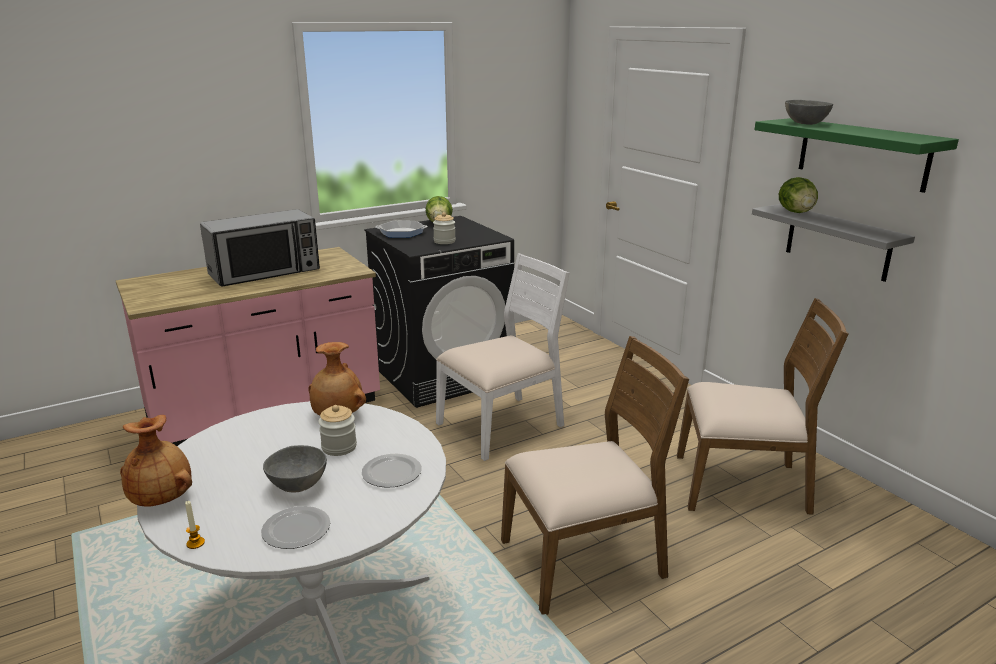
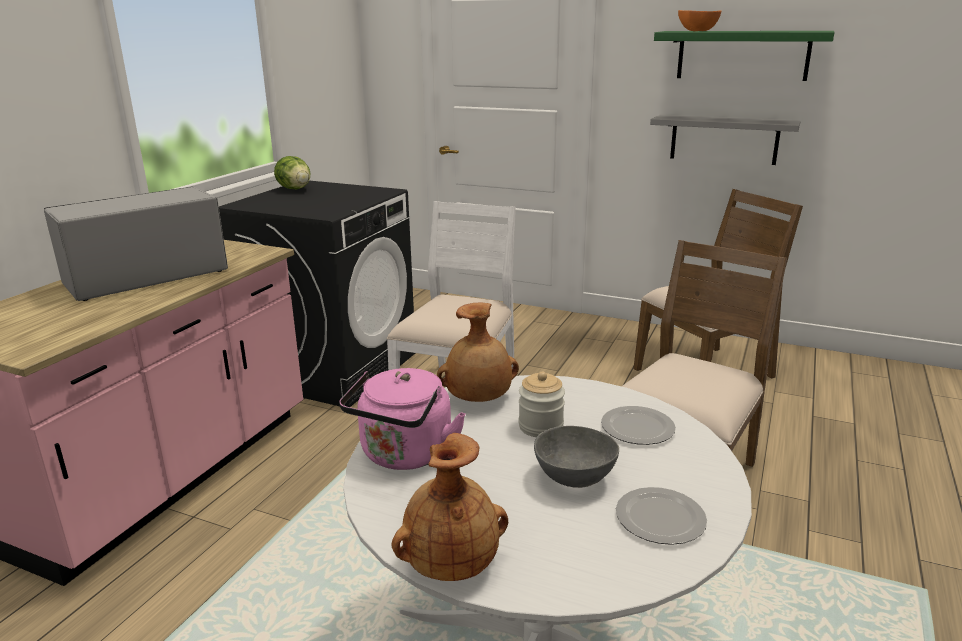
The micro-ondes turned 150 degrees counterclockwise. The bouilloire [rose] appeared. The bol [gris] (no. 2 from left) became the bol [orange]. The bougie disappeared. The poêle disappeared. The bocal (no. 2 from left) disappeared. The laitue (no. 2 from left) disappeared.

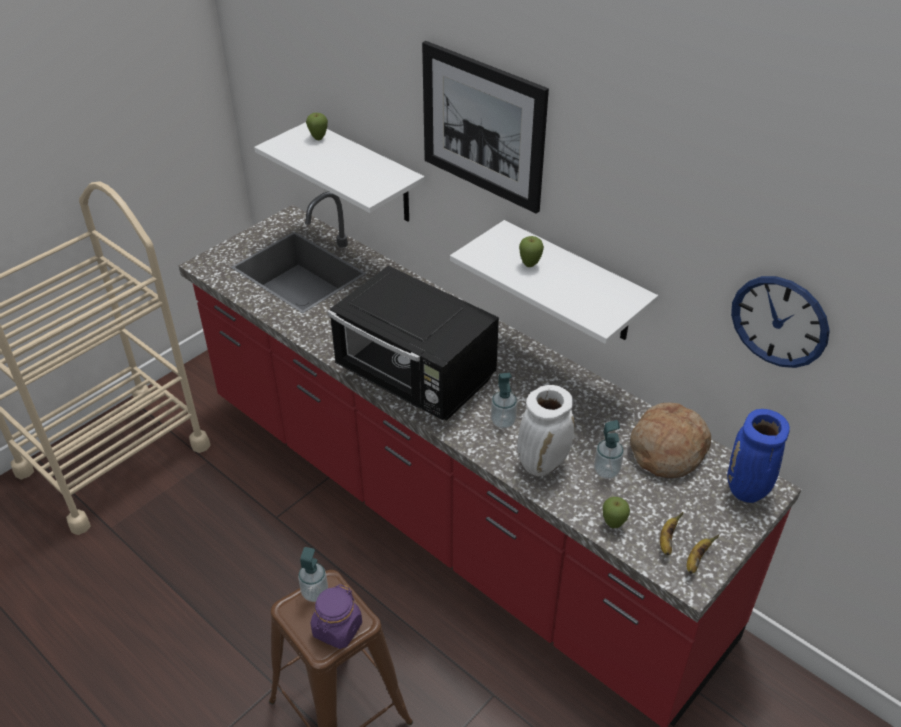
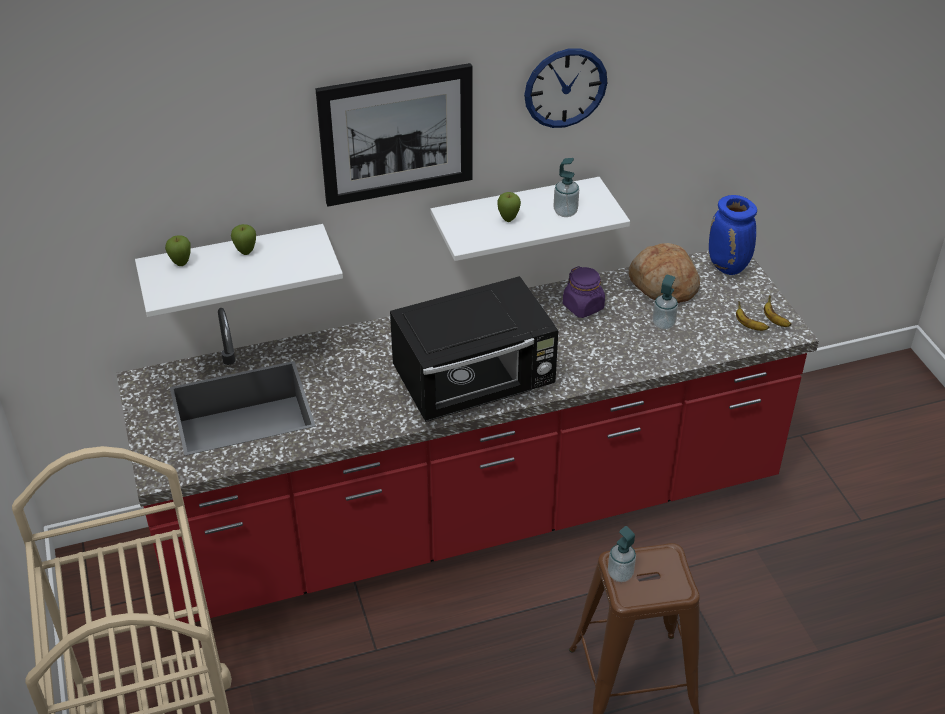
The pomme (no. 3 from left in the first image) moved. The horloge murale moved. The distributeur de savon (no. 2 from left in the first image) moved. The bocal [violet] moved. The vase [blanc] disappeared.

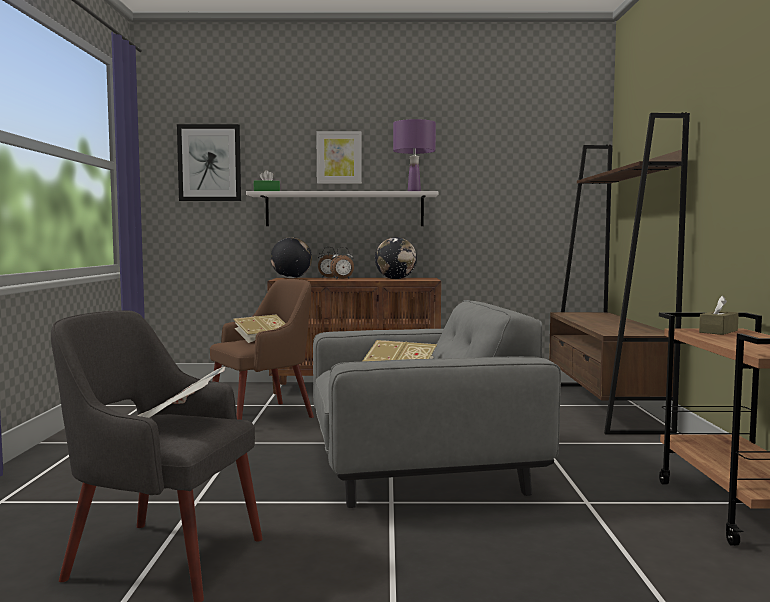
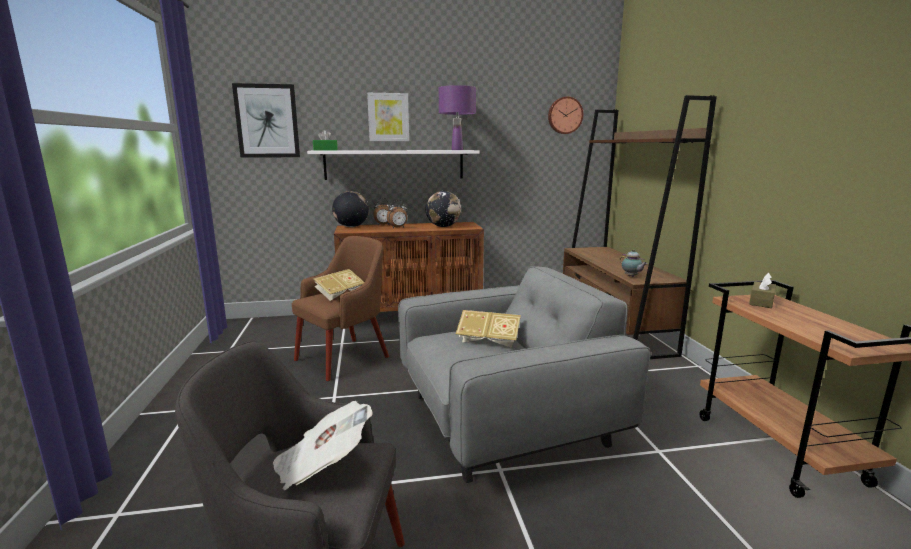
The horloge murale appeared. The théière appeared.

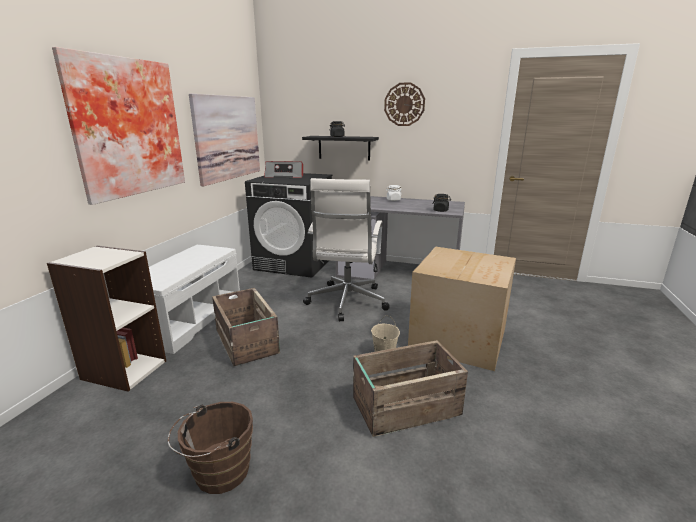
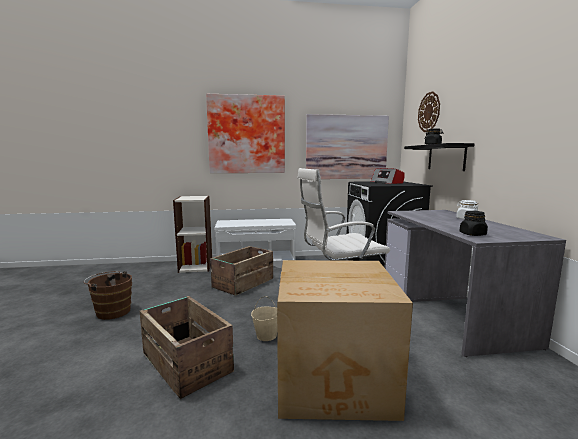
The horloge murale moved.

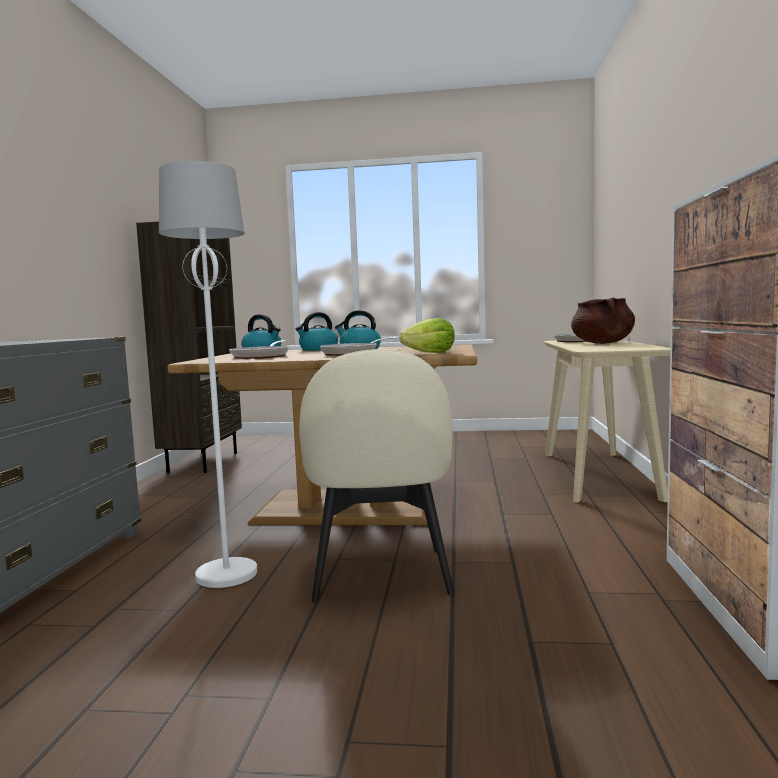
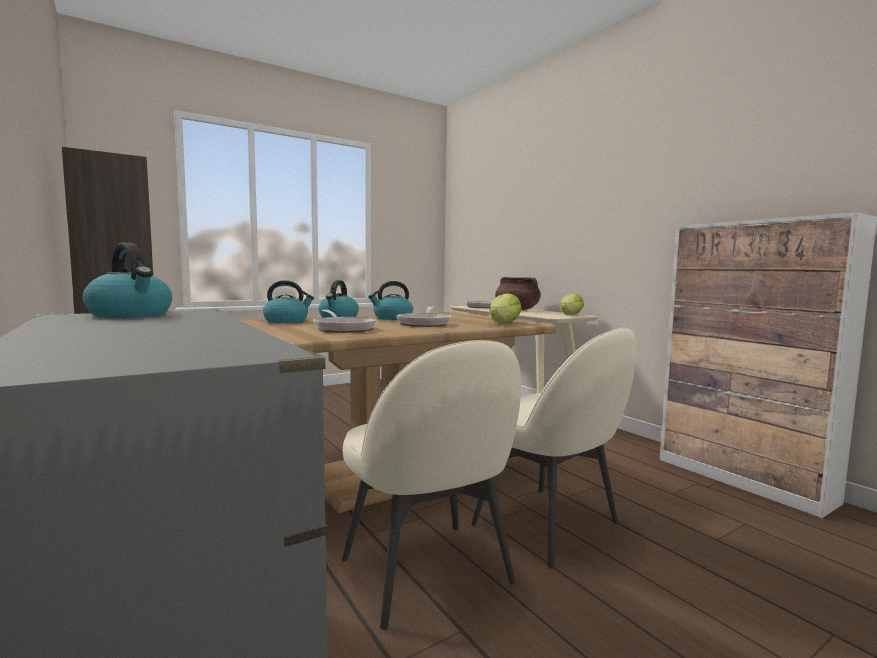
The bouilloire (no. 1 from left) appeared. The lampadaire [blanc] was replaced by the chaise [beige] (no. 1 from left). The laitue (no. 2 from left) appeared.

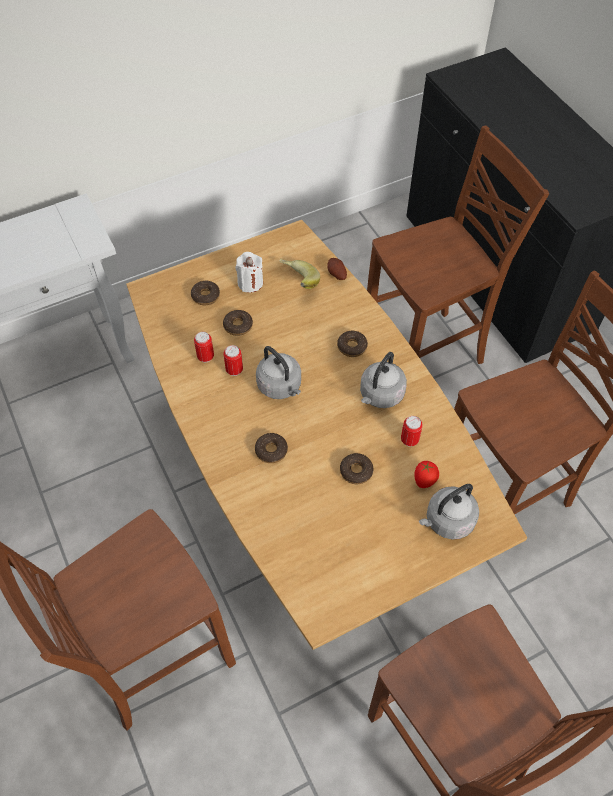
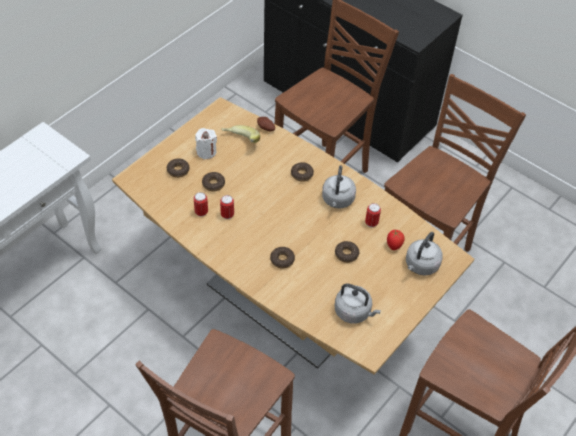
The bouilloire [gris] (no. 1 from left in the first image) moved.

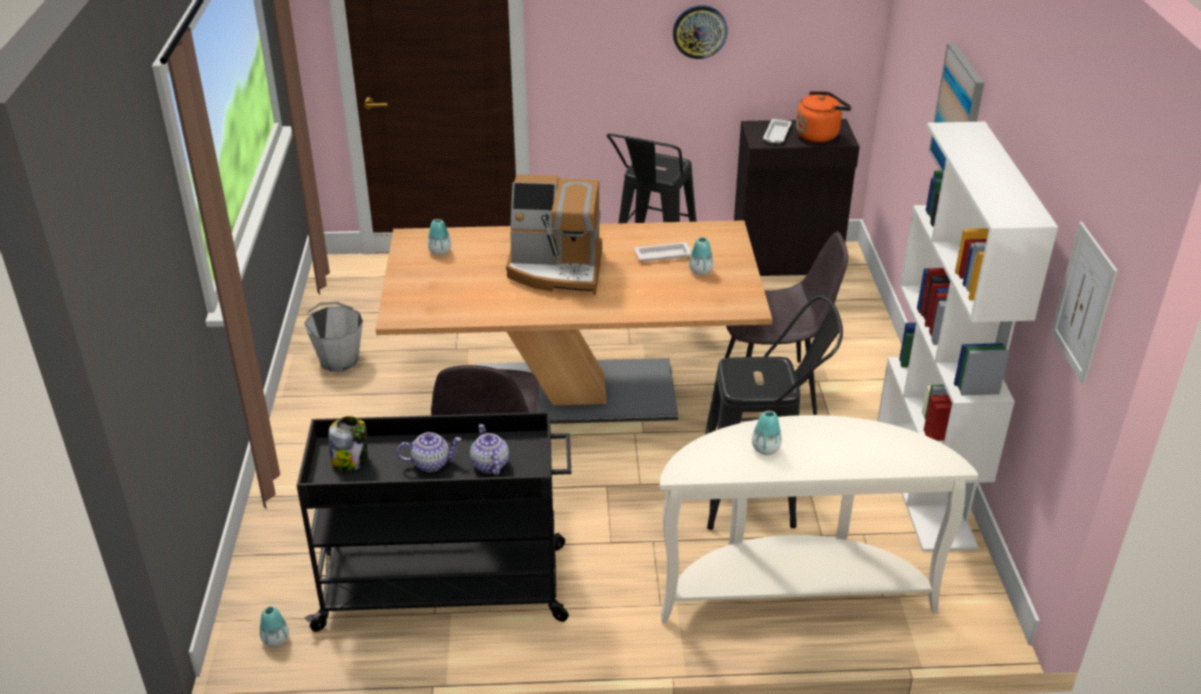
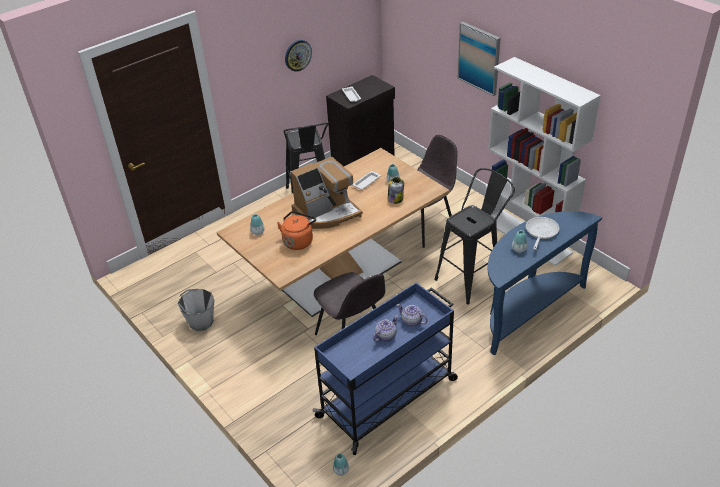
The bouilloire [orange] moved. The chariot [noir] became the chariot [bleu]. The bocal moved. The table console [blanc] became the table console [bleu]. The poêle appeared. The tableau (no. 2 from left) disappeared.

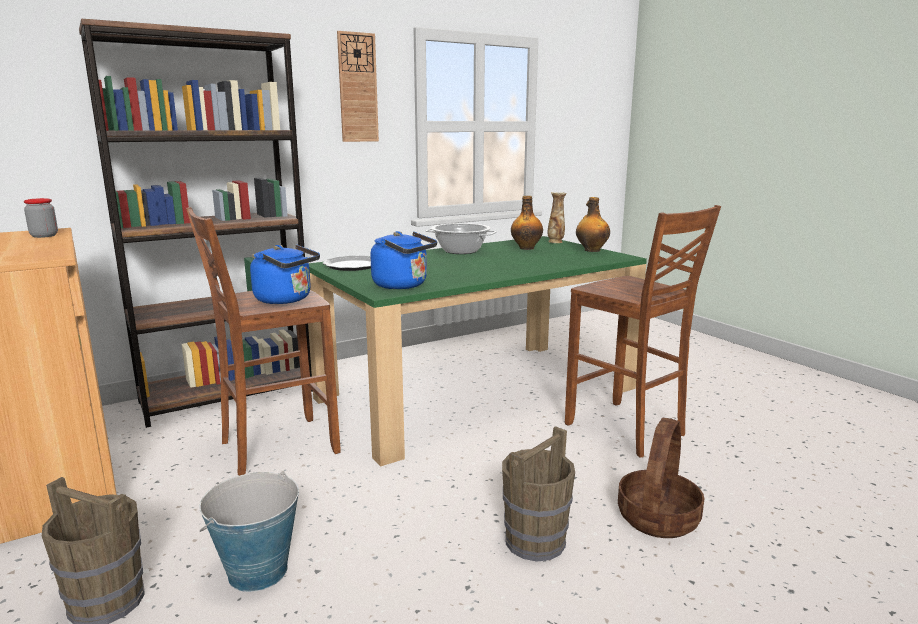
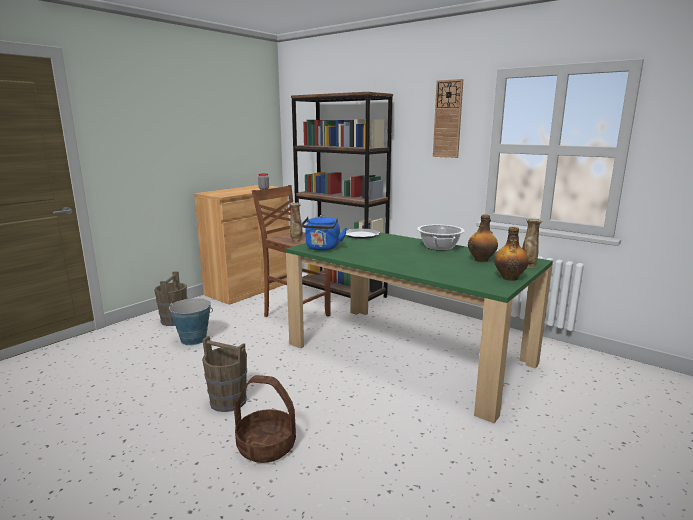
The bouilloire [bleu] (no. 1 from left) was replaced by the vase (no. 1 from left). The tabouret [marron] (no. 2 from left) disappeared.

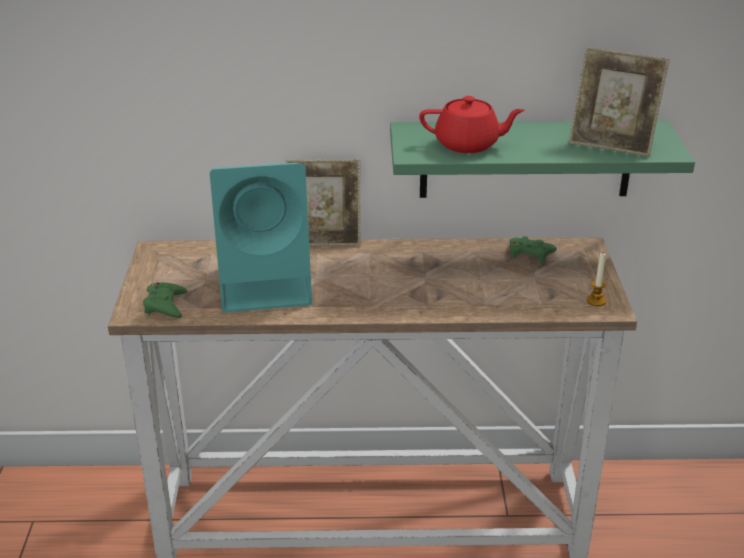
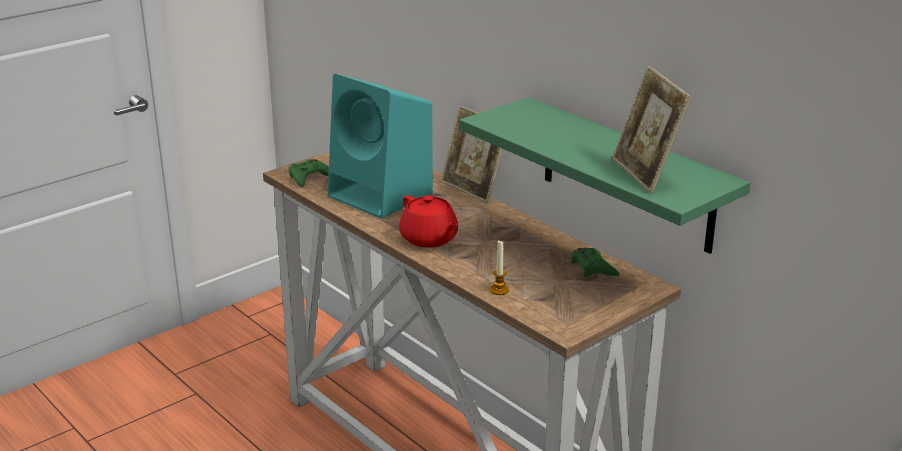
The théière [rouge] moved. The bougie moved.

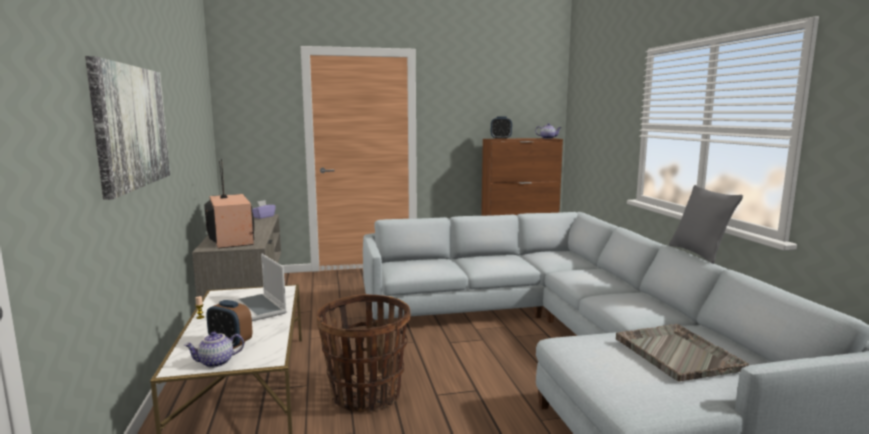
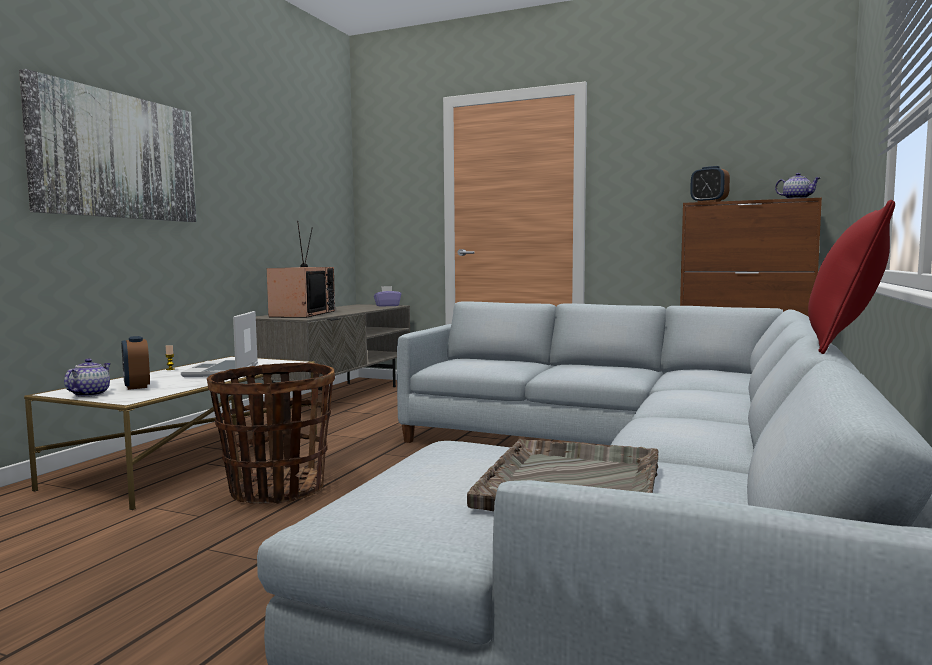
The théière (no. 1 from left) turned 90 degrees clockwise. The coussin [gris] became the coussin [rouge].

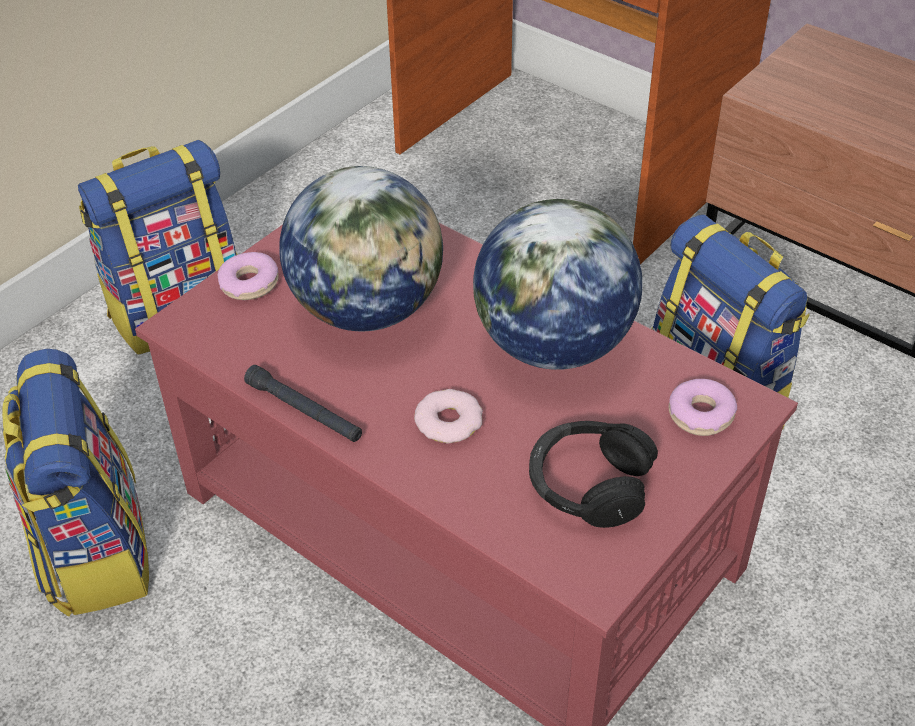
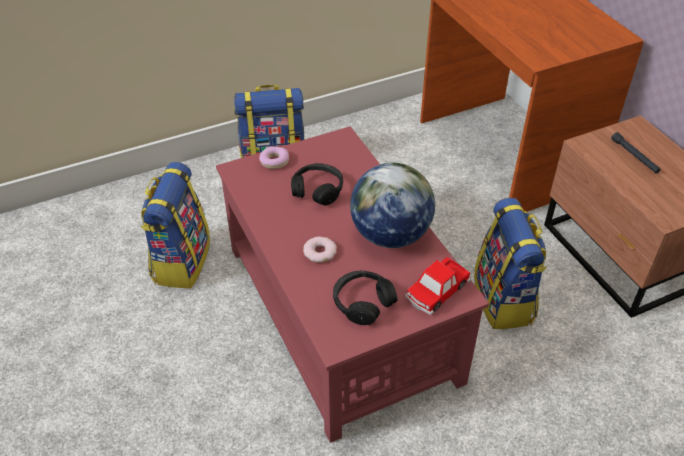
The globe (no. 1 from left) was replaced by the casque audio [noir] (no. 1 from left). The beignet (no. 3 from left) was replaced by the petite voiture. The lampe de poche [noir] moved.

